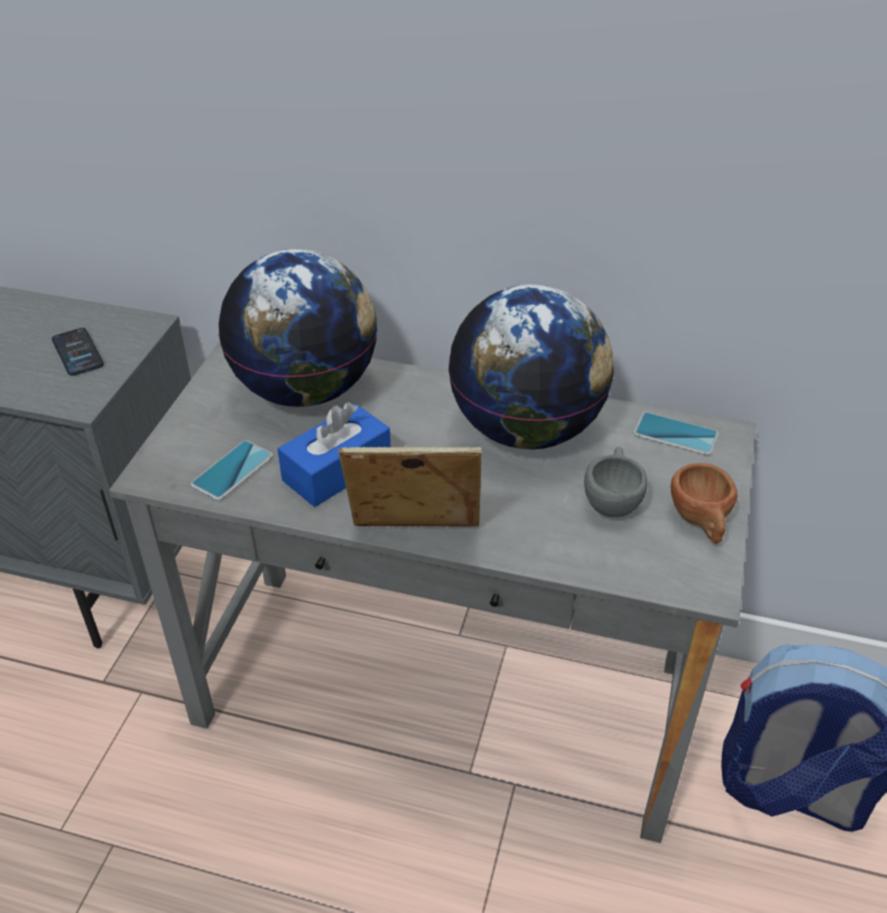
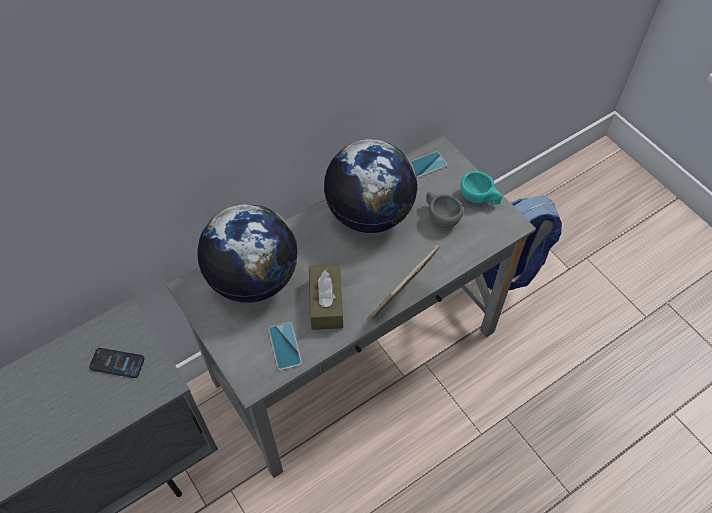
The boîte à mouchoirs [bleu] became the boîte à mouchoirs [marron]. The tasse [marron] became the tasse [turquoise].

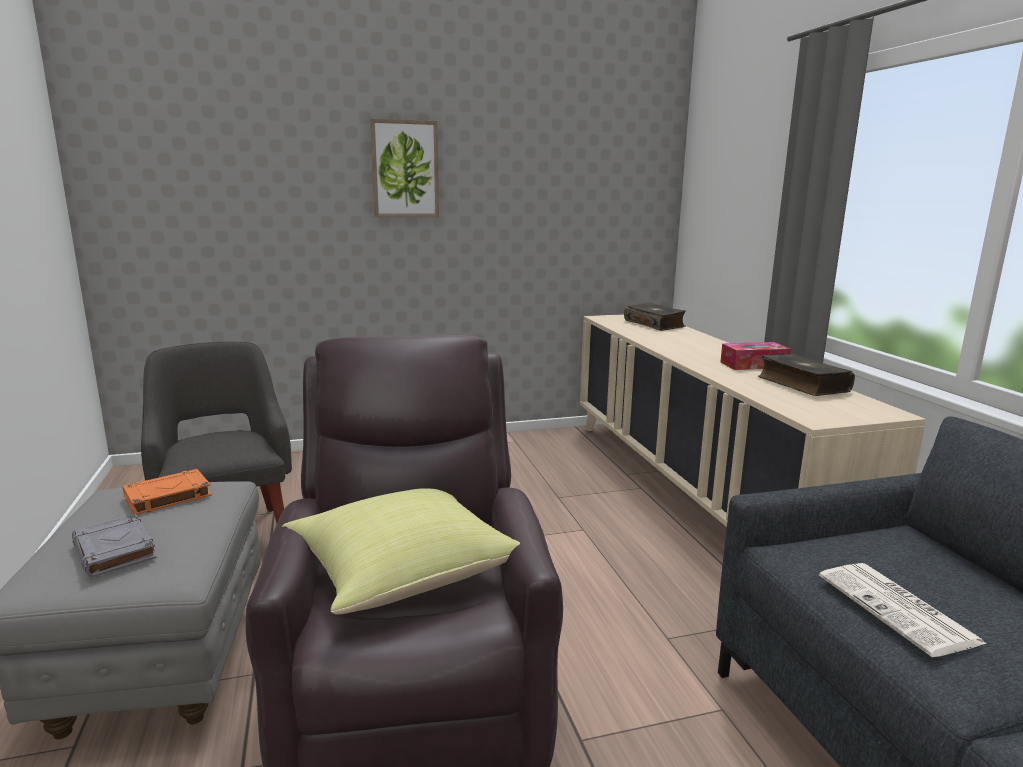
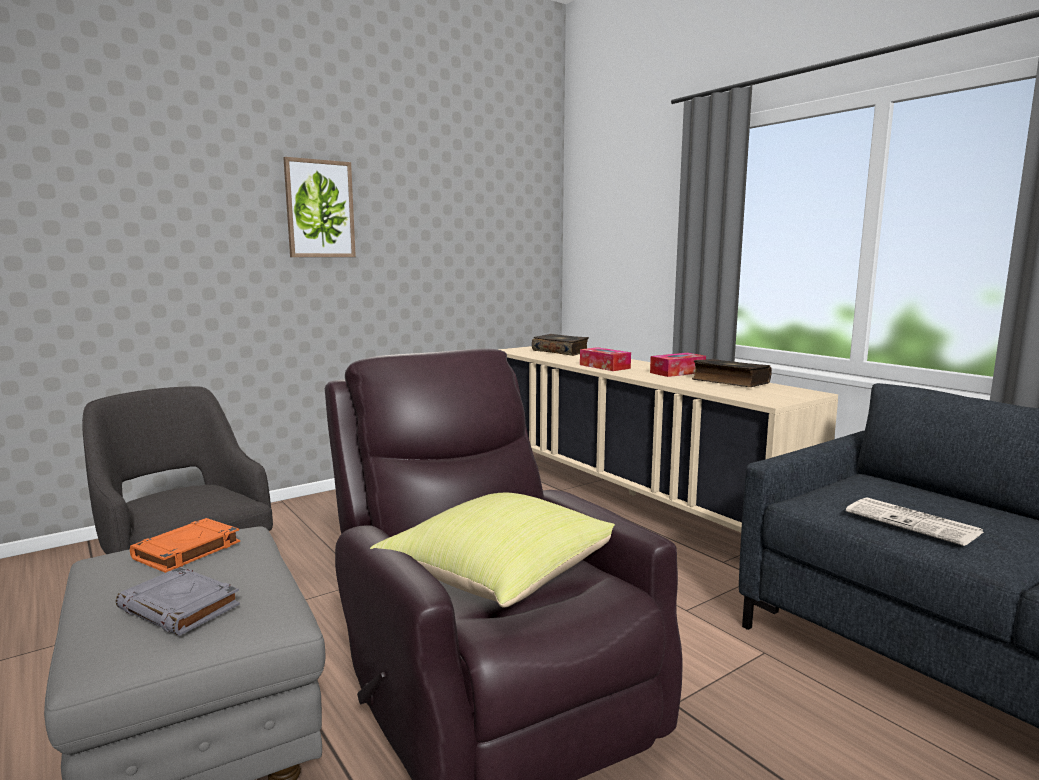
The boîte à mouchoirs (no. 1 from left) appeared.

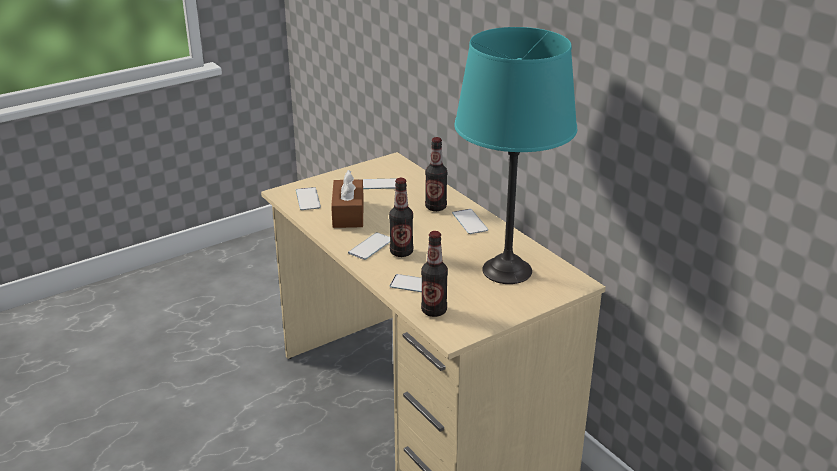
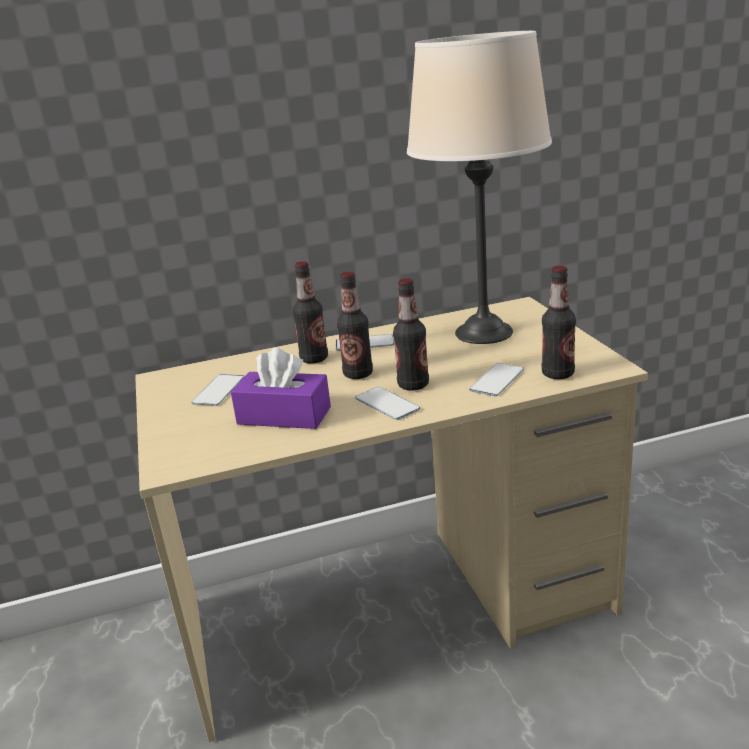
The boîte à mouchoirs [marron] became the boîte à mouchoirs [violet]. The bouteille (no. 2 from left) appeared. The lampe de table [turquoise] became the lampe de table [beige]. The téléphone (no. 1 from left) disappeared.

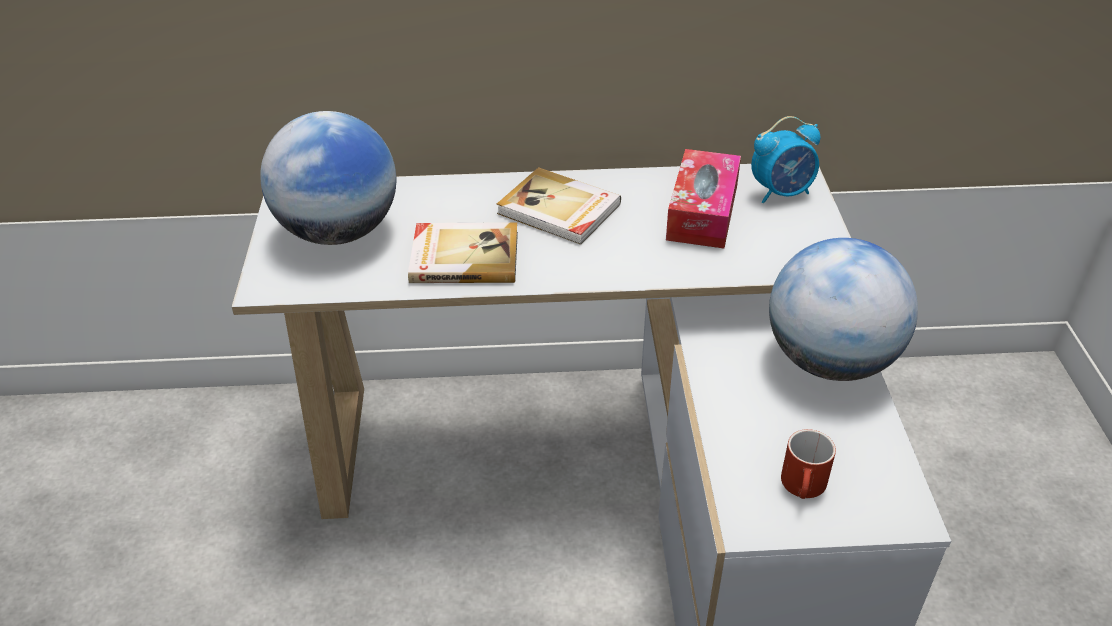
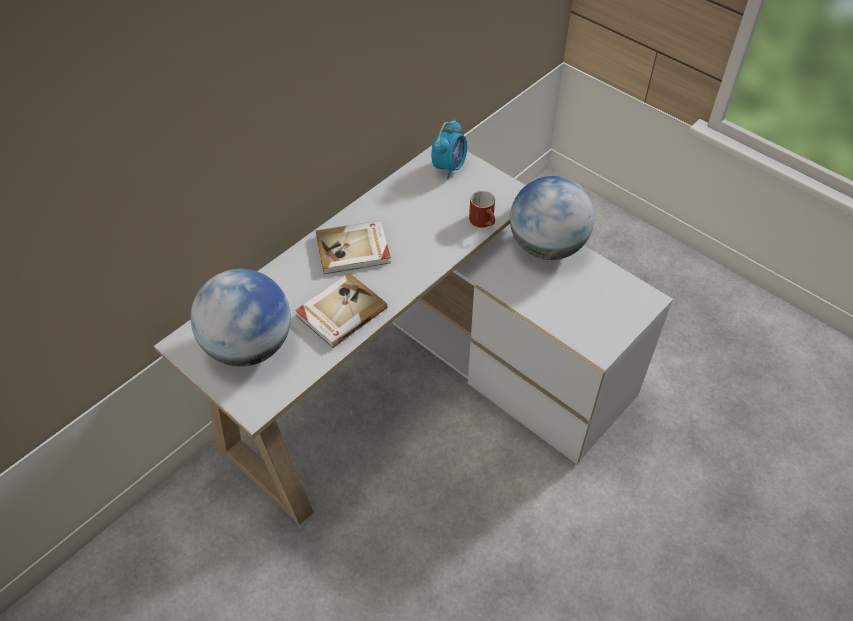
The mug [rouge] moved. The boîte à mouchoirs disappeared.

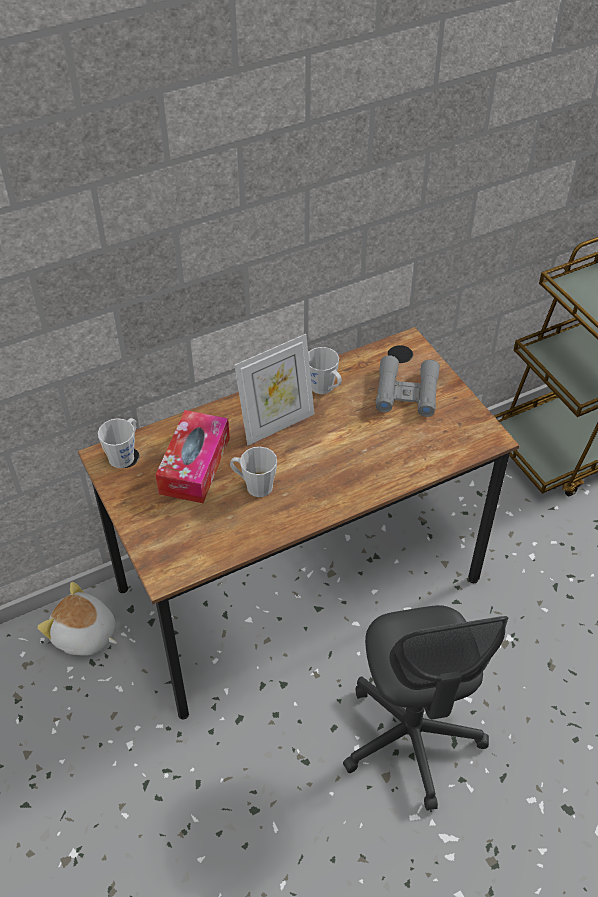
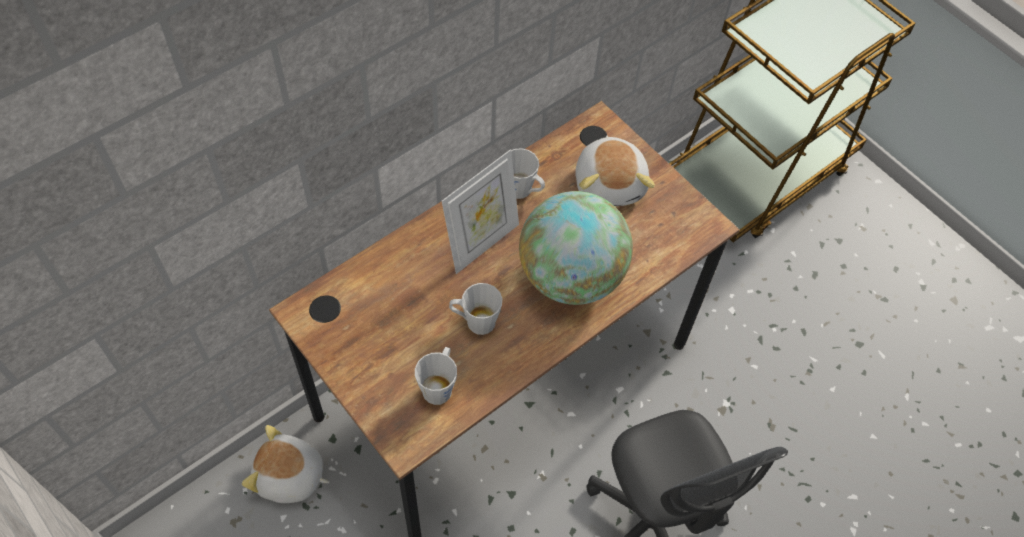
The mug [gris] (no. 1 from left) moved. The globe appeared. The jumelles [gris] was replaced by the peluche (no. 2 from left). The boîte à mouchoirs disappeared.

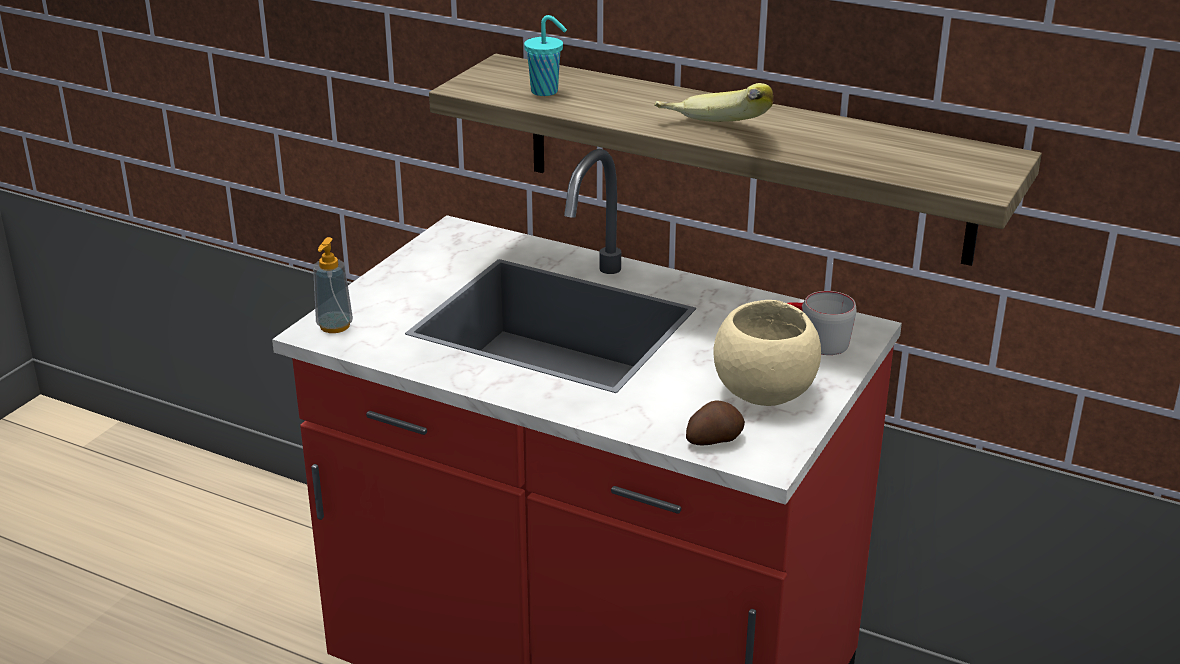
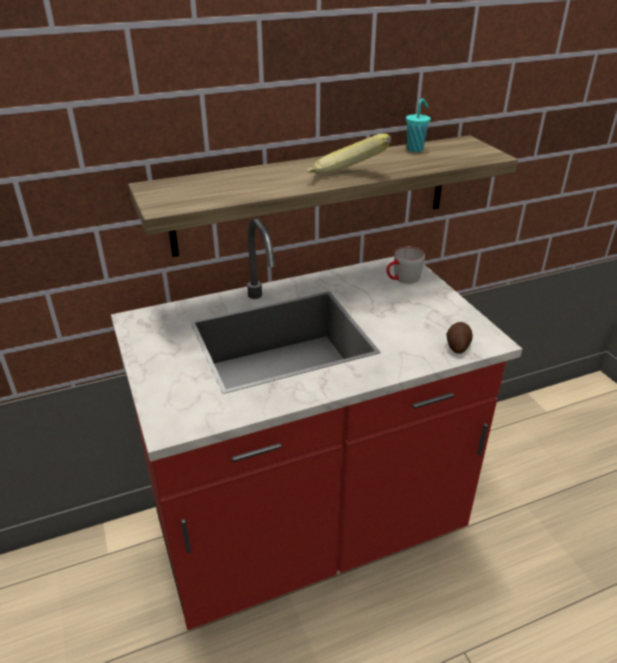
The tasse [turquoise] moved. The distributeur de savon disappeared. The bol [beige] disappeared.

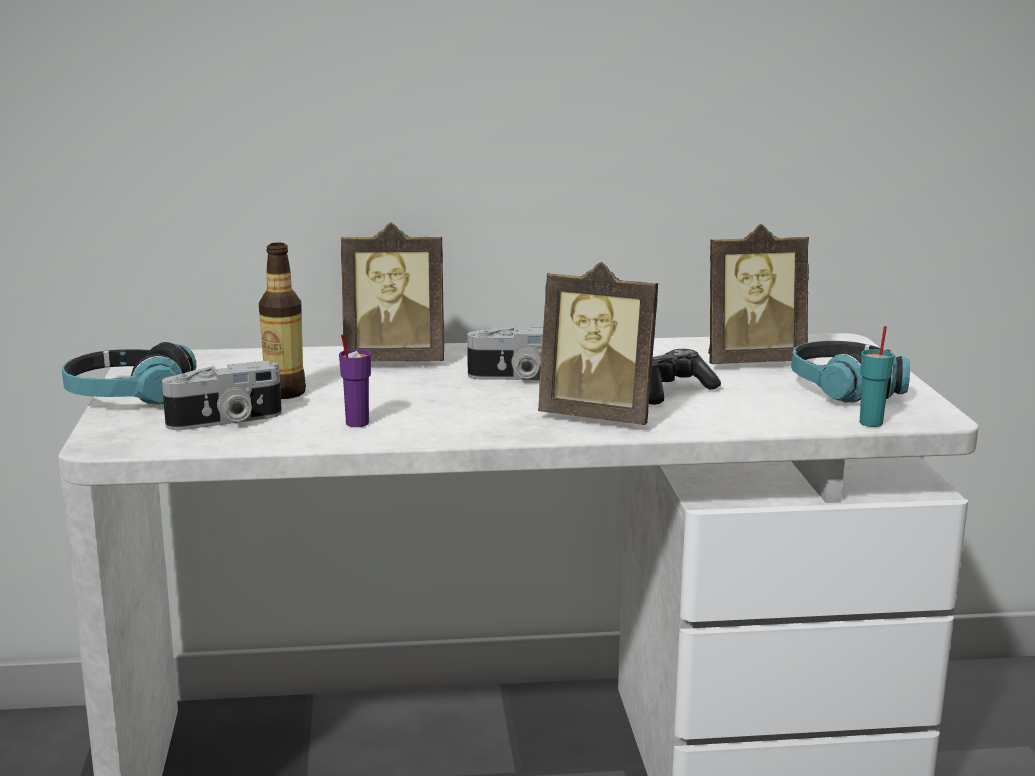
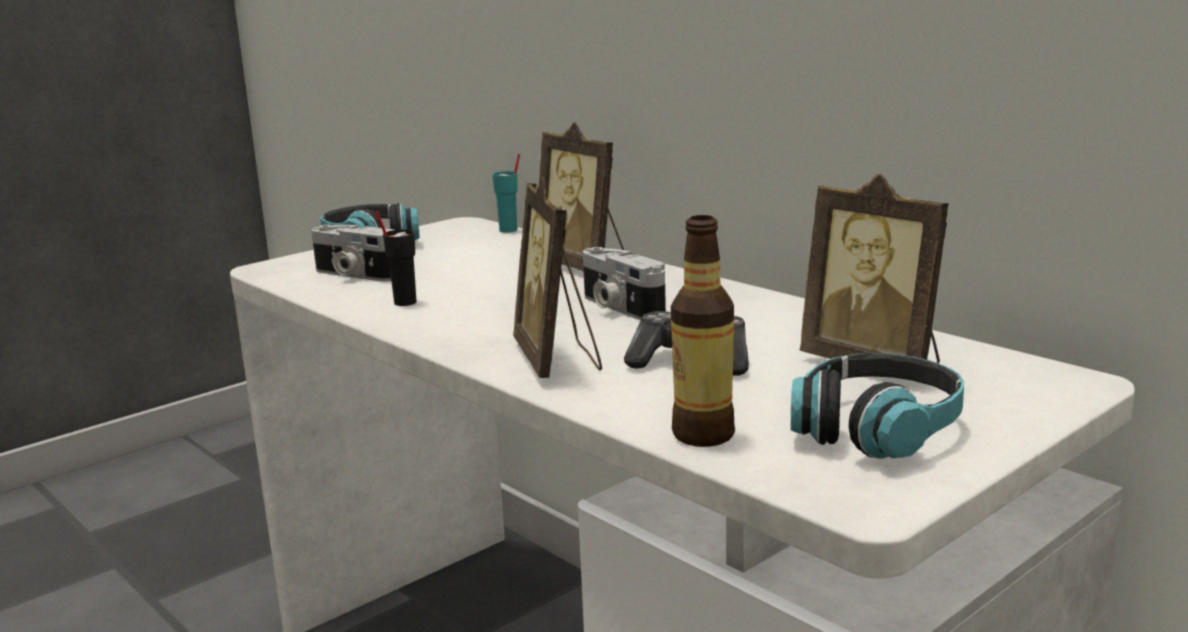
The tasse [violet] became the tasse [noir]. The tasse [turquoise] moved. The bouteille moved.

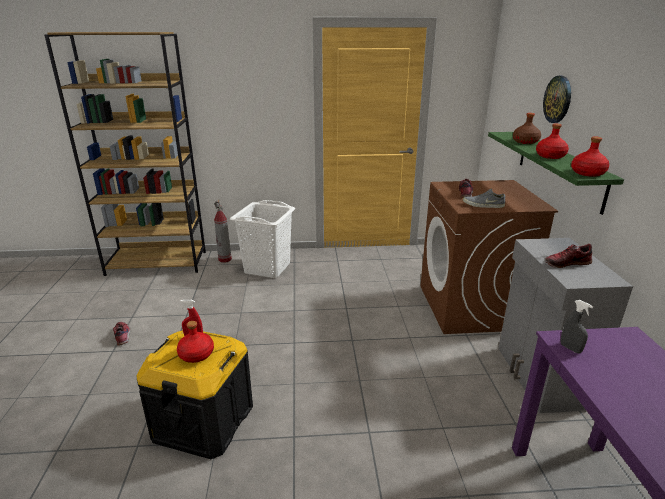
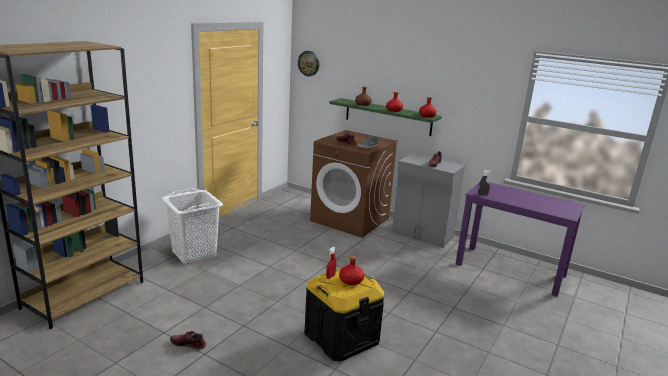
The horloge murale moved. The extincteur disappeared.

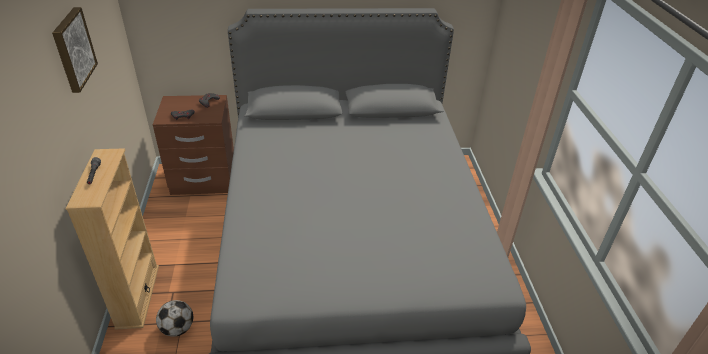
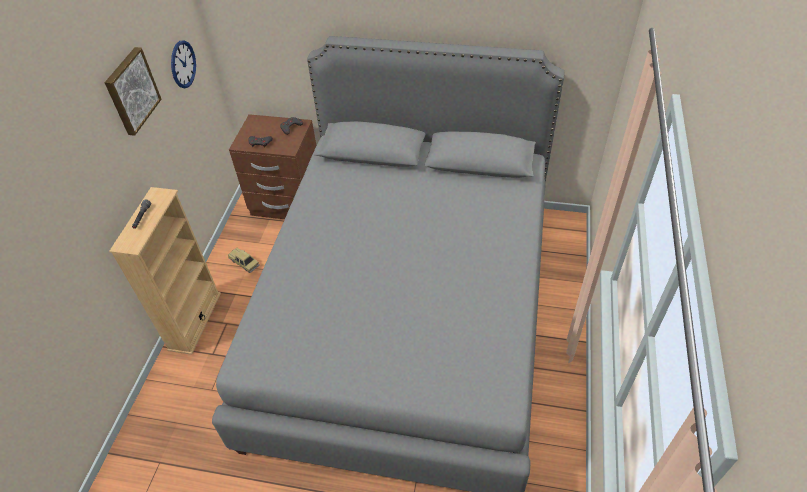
The horloge murale appeared. The petite voiture appeared. The ballon de foot disappeared.

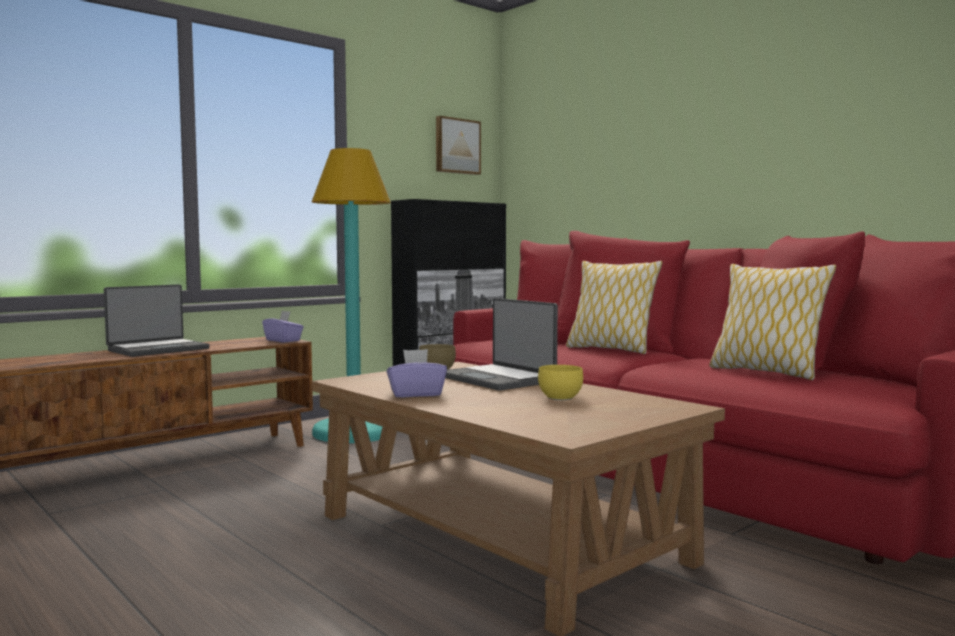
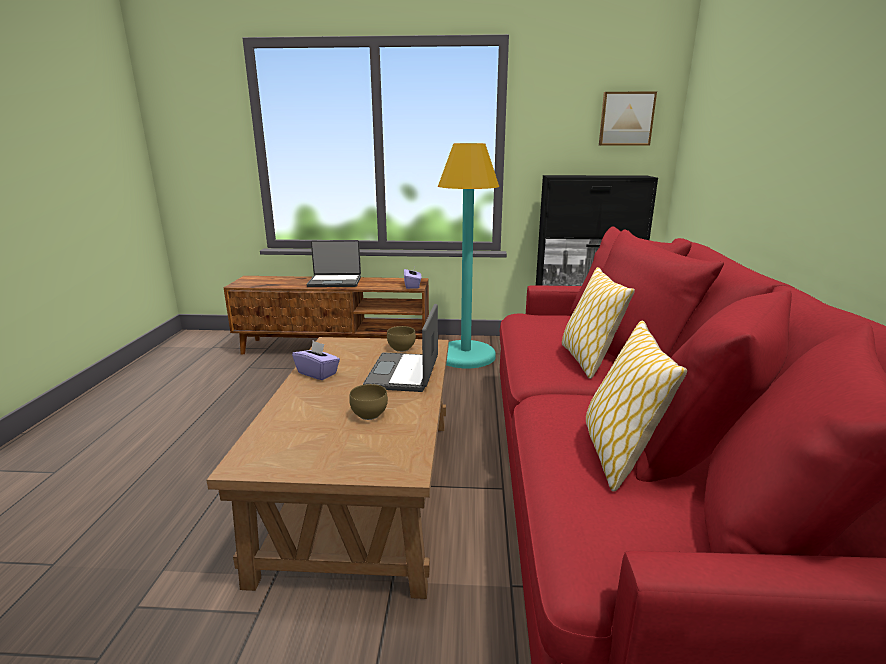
The bol [jaune] became the bol [marron] (no. 1 from left).

